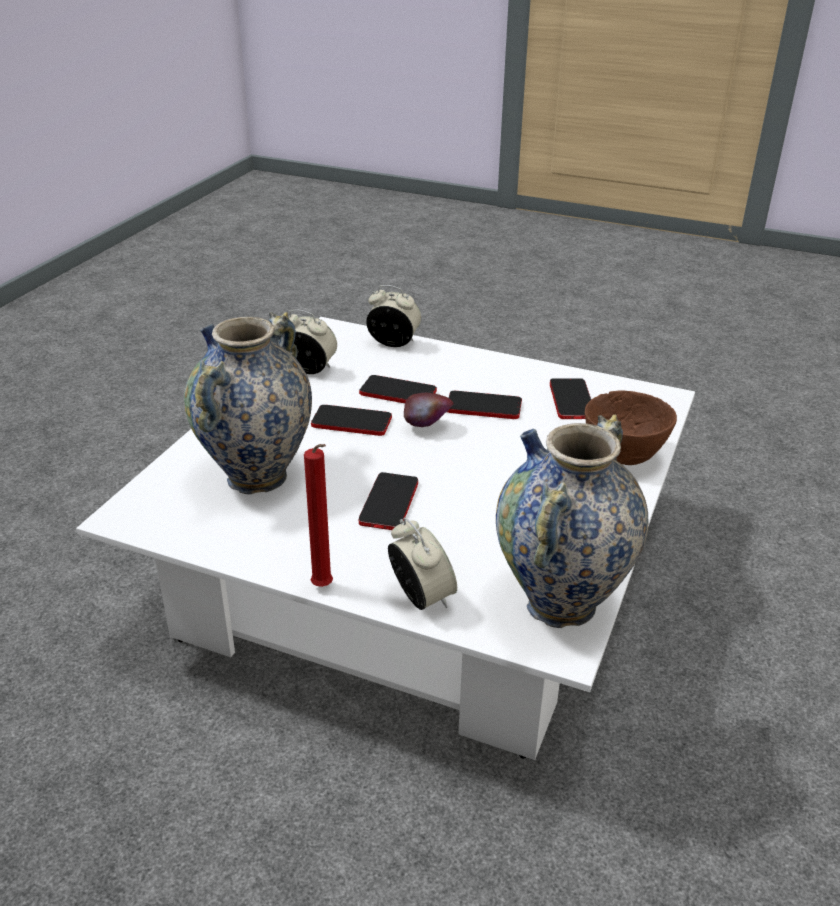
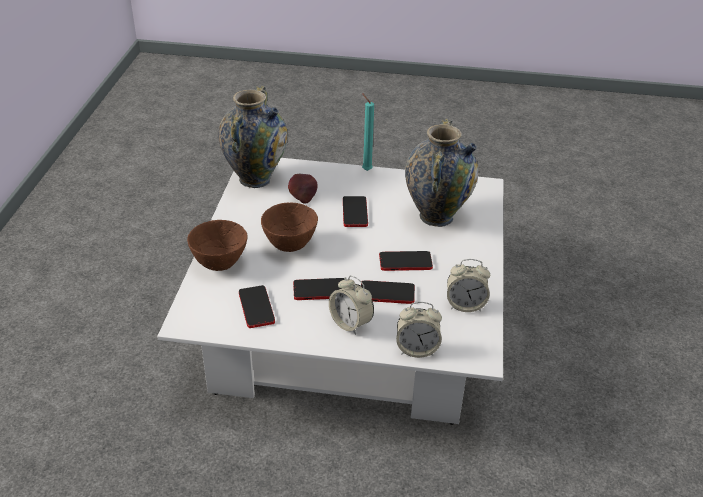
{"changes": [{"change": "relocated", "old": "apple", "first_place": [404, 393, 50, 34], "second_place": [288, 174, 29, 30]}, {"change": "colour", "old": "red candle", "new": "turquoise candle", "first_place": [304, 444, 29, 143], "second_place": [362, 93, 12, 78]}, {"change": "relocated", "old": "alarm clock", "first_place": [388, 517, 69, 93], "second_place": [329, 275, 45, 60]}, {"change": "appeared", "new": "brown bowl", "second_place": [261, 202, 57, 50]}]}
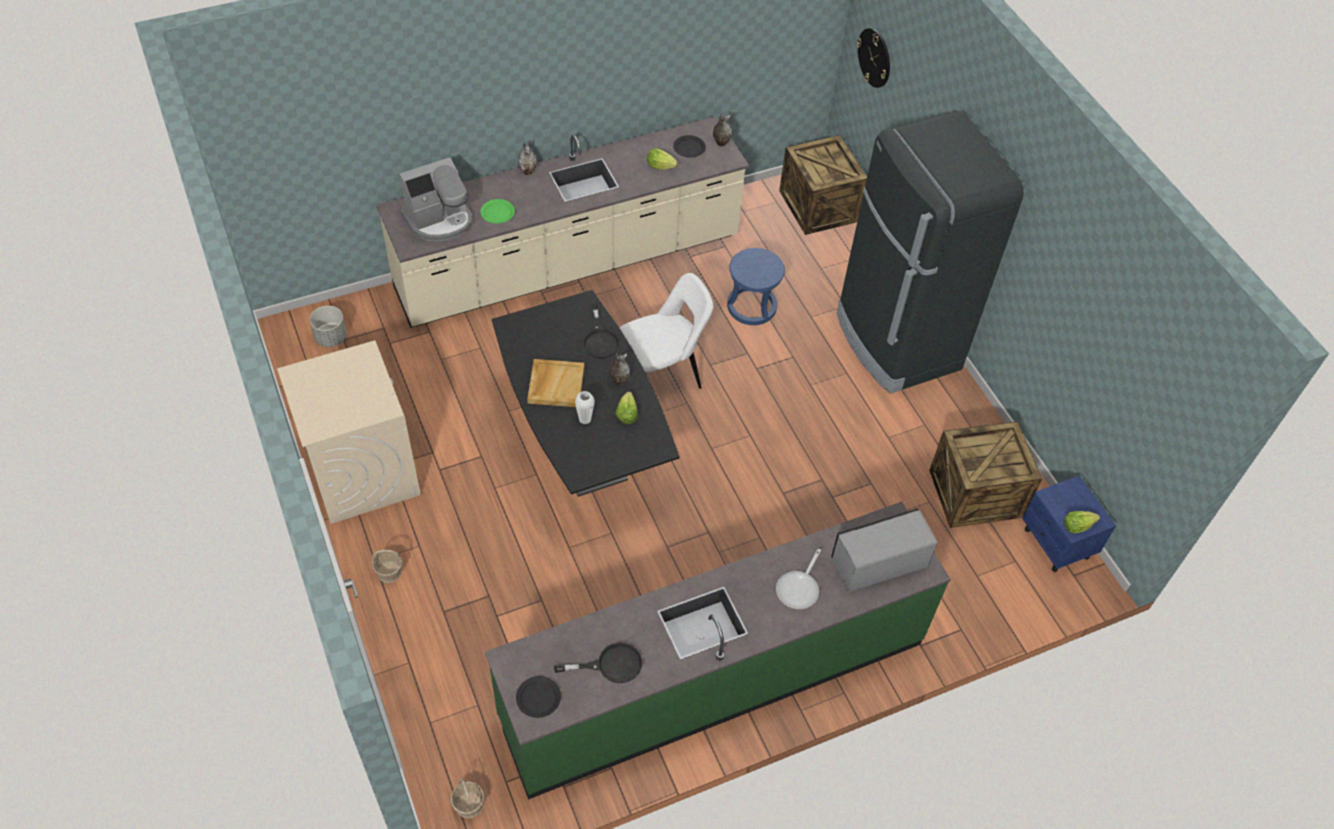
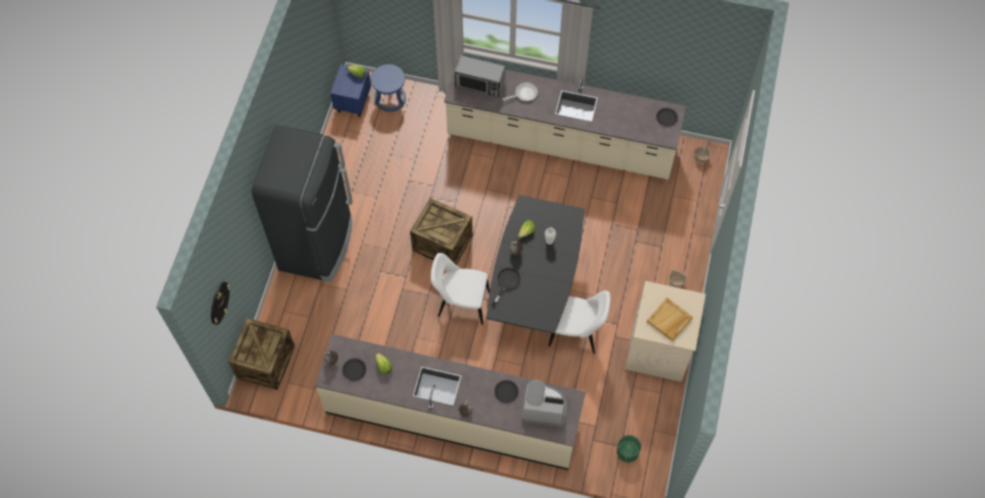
{"changes": [{"change": "colour", "old": "green plate", "new": "black plate", "first_place": [480, 199, 35, 24], "second_place": [494, 380, 25, 23]}, {"change": "relocated", "old": "blue stool", "first_place": [727, 248, 58, 77], "second_place": [370, 64, 36, 48]}, {"change": "colour", "old": "grey planter", "new": "green planter", "first_place": [310, 306, 37, 41], "second_place": [617, 435, 24, 28]}, {"change": "relocated", "old": "beige tray", "first_place": [527, 359, 57, 48], "second_place": [647, 298, 46, 43]}, {"change": "relocated", "old": "crate", "first_place": [929, 421, 113, 107], "second_place": [410, 198, 63, 66]}, {"change": "colour", "old": "green counter", "new": "beige counter", "first_place": [485, 502, 466, 298], "second_place": [444, 60, 242, 120]}, {"change": "missing", "old": "black frying pan", "first_place": [554, 642, 89, 41]}, {"change": "appeared", "new": "white chair", "second_place": [548, 291, 63, 63]}]}
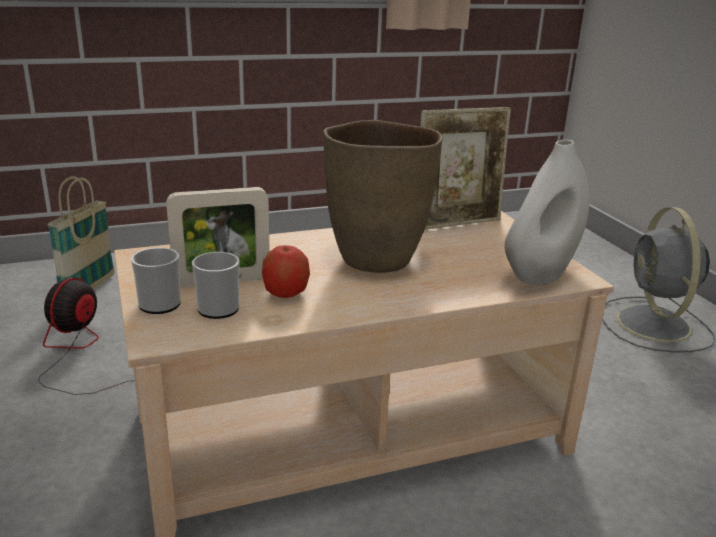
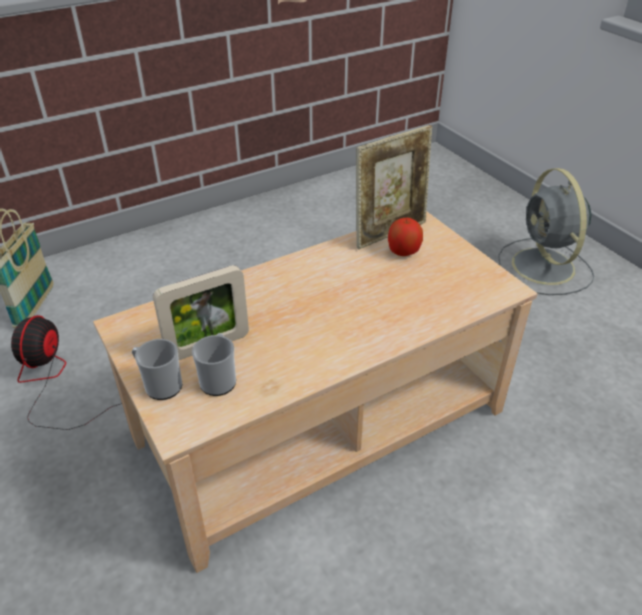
{"changes": [{"change": "missing", "old": "brown vase", "first_place": [323, 120, 120, 153]}, {"change": "missing", "old": "white vase", "first_place": [504, 139, 85, 146]}, {"change": "relocated", "old": "apple", "first_place": [262, 245, 48, 53], "second_place": [388, 218, 35, 38]}]}
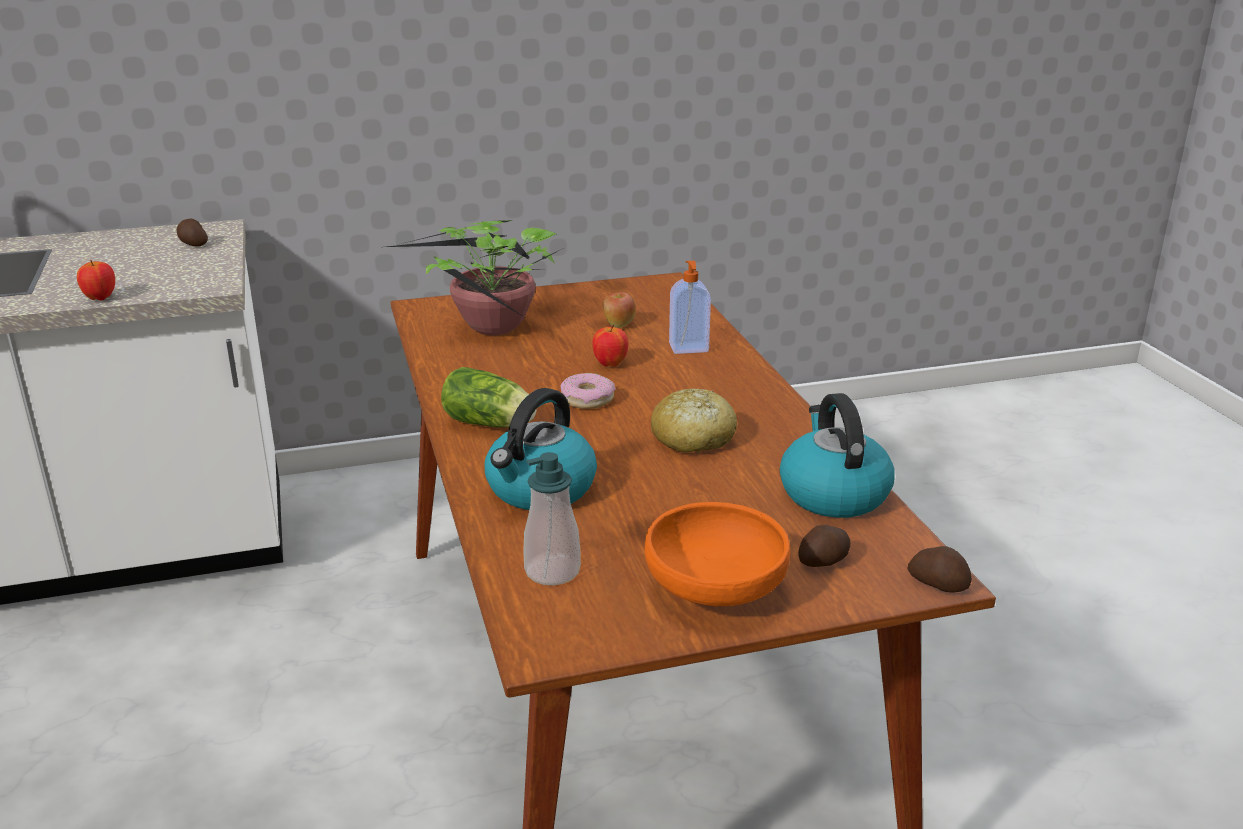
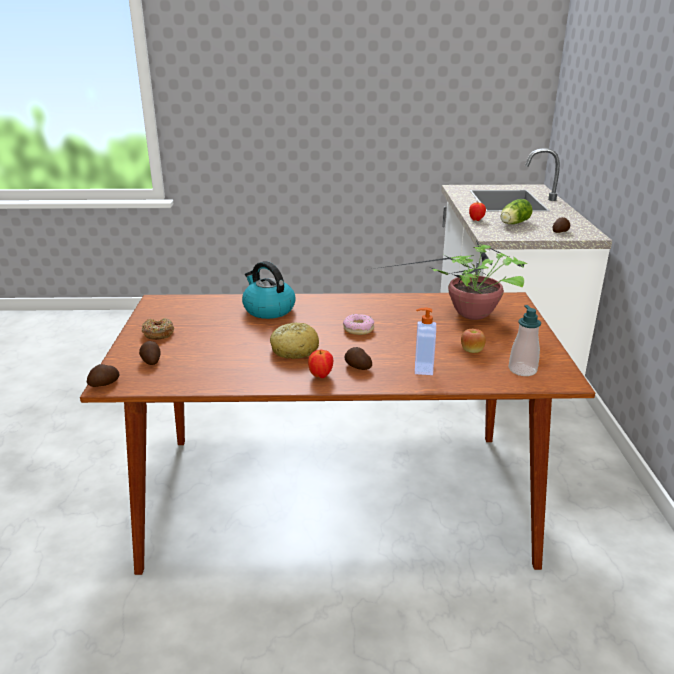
{"changes": [{"change": "relocated", "old": "apple", "first_place": [592, 325, 36, 42], "second_place": [308, 350, 25, 28]}, {"change": "relocated", "old": "lettuce", "first_place": [441, 367, 96, 60], "second_place": [501, 199, 31, 25]}, {"change": "missing", "old": "kettle", "first_place": [780, 393, 115, 125]}, {"change": "relocated", "old": "soap dispenser", "first_place": [523, 452, 58, 134], "second_place": [509, 305, 32, 71]}, {"change": "exchanged", "old": "orange bowl", "new": "donut", "first_place": [645, 502, 145, 104], "second_place": [142, 318, 32, 22]}, {"change": "appeared", "new": "potato", "second_place": [344, 347, 28, 23]}]}
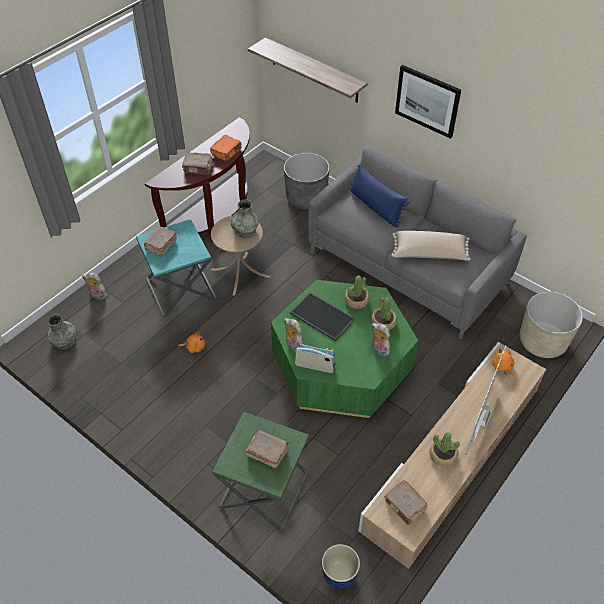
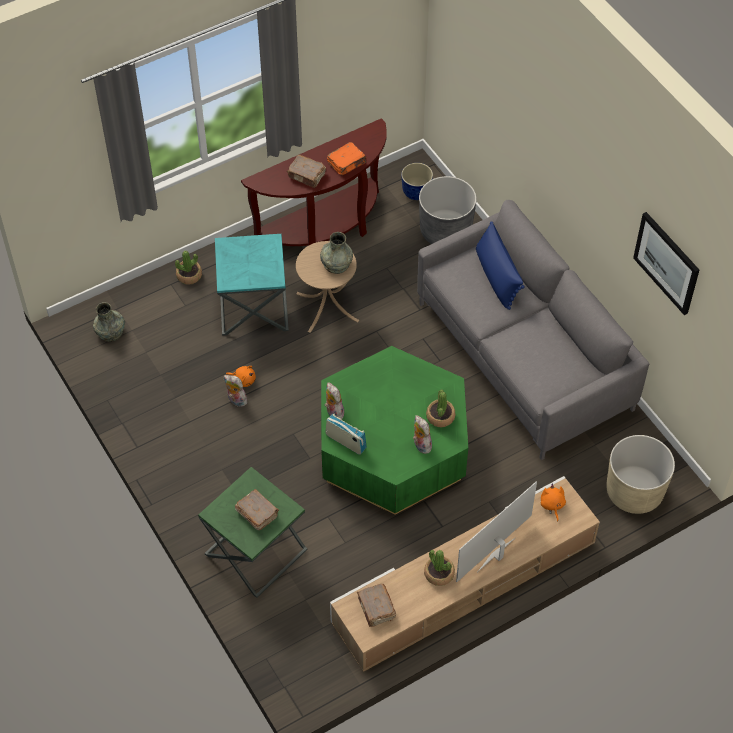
{"changes": [{"change": "missing", "old": "shelf", "first_place": [248, 37, 120, 66]}, {"change": "relocated", "old": "picture", "first_place": [395, 65, 66, 74], "second_place": [633, 212, 66, 103]}, {"change": "missing", "old": "brown book", "first_place": [144, 226, 33, 31]}, {"change": "missing", "old": "beige pillow", "first_place": [391, 231, 79, 30]}, {"change": "relocated", "old": "plush toy", "first_place": [82, 273, 25, 27], "second_place": [224, 375, 23, 32]}, {"change": "relocated", "old": "potted plant", "first_place": [344, 276, 26, 33], "second_place": [175, 250, 27, 35]}, {"change": "missing", "old": "tray", "first_place": [290, 292, 65, 49]}, {"change": "relocated", "old": "planter", "first_place": [322, 544, 38, 45], "second_place": [401, 163, 32, 37]}]}
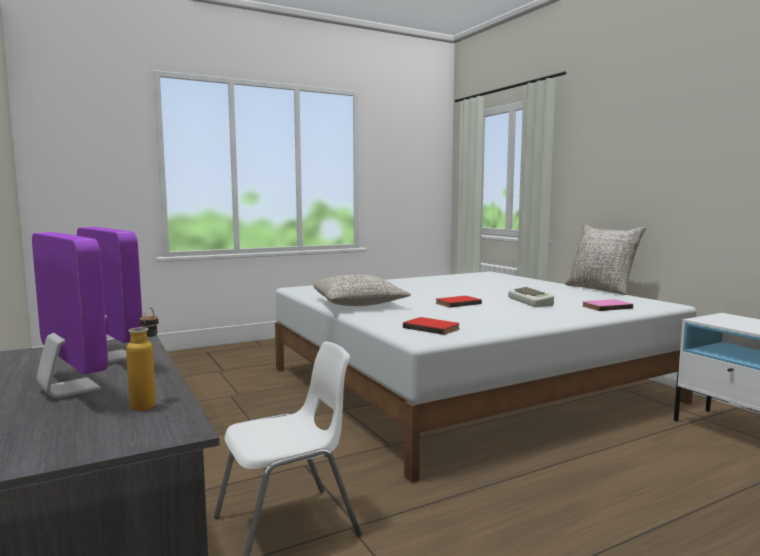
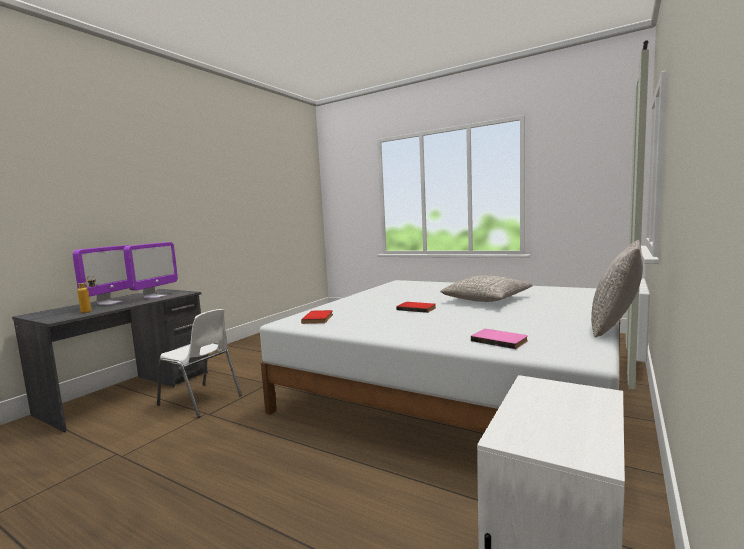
{"changes": [{"change": "relocated", "old": "grey pillow", "first_place": [313, 275, 98, 31], "second_place": [440, 276, 93, 26]}, {"change": "missing", "old": "keyboard", "first_place": [508, 287, 46, 20]}]}
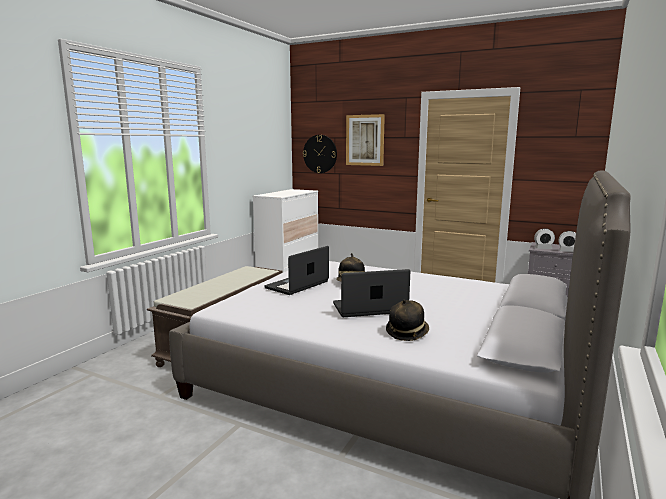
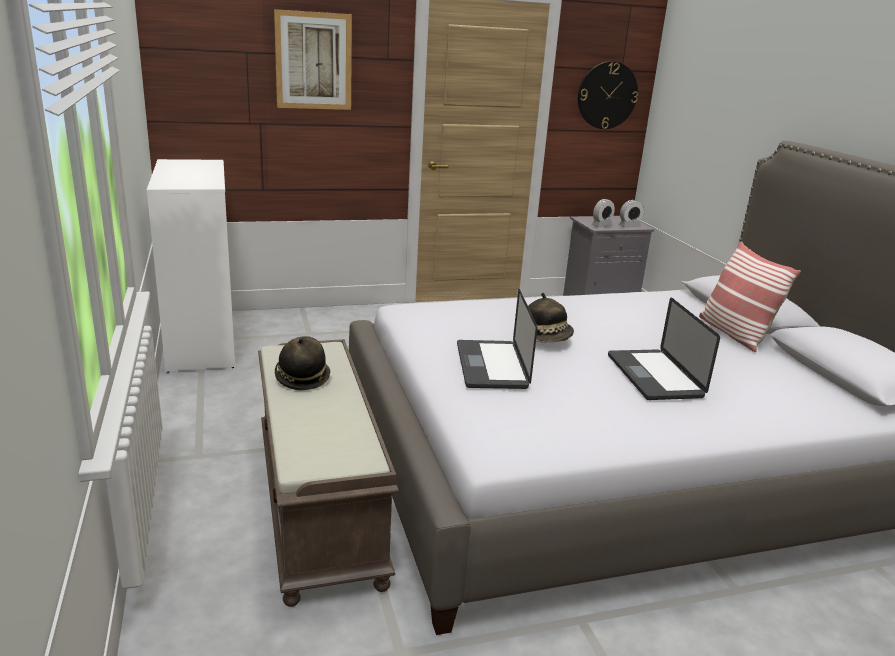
{"changes": [{"change": "relocated", "old": "wall clock", "first_place": [303, 135, 34, 38], "second_place": [578, 61, 60, 68]}, {"change": "spun", "old": "laptop", "first_place": [333, 269, 77, 48], "second_place": [608, 297, 112, 103], "degrees": -45}, {"change": "relocated", "old": "hat", "first_place": [386, 299, 43, 42], "second_place": [275, 336, 56, 54]}, {"change": "appeared", "new": "pillow", "second_place": [699, 242, 102, 110]}]}
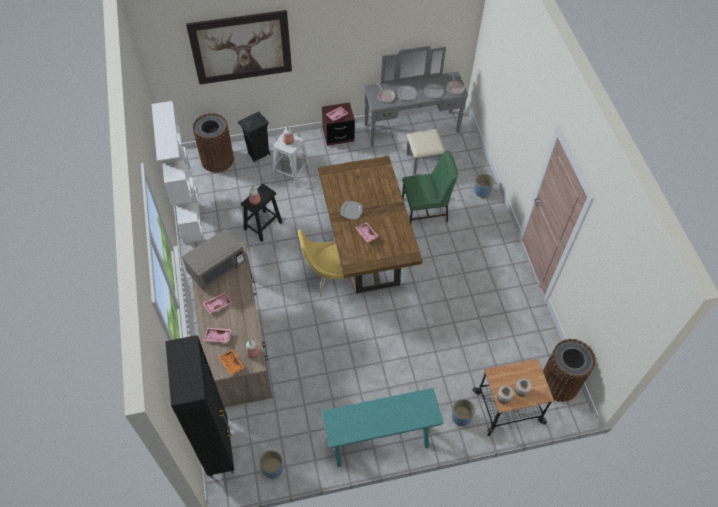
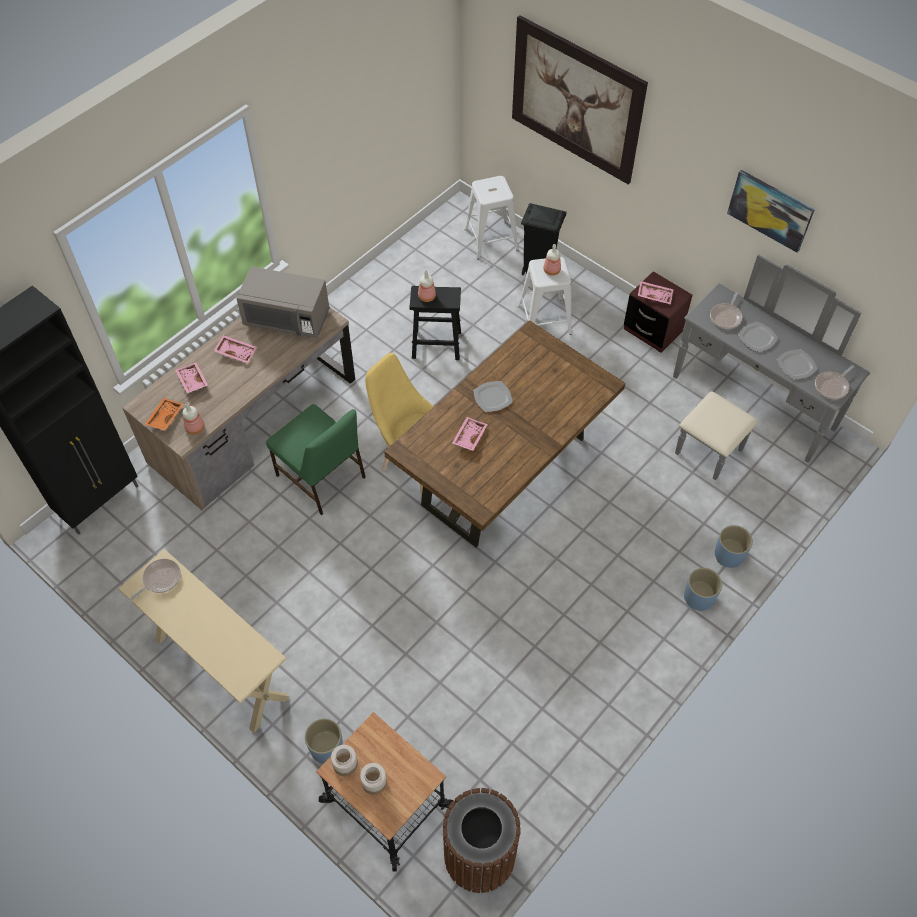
{"changes": [{"change": "missing", "old": "white bookcase", "first_place": [152, 101, 51, 142]}, {"change": "exchanged", "old": "brown trash can", "new": "white stool", "first_place": [193, 113, 41, 60], "second_place": [464, 176, 55, 84]}, {"change": "relocated", "old": "green chair", "first_place": [402, 151, 56, 72], "second_place": [266, 404, 100, 111]}, {"change": "colour", "old": "turquoise console table", "new": "beige console table", "first_place": [322, 388, 122, 79], "second_place": [118, 549, 172, 184]}, {"change": "relocated", "old": "blue planter", "first_place": [259, 450, 24, 28], "second_place": [684, 568, 38, 43]}, {"change": "appeared", "new": "picture", "second_place": [727, 170, 88, 83]}, {"change": "appeared", "new": "frying pan", "second_place": [128, 559, 53, 43]}]}
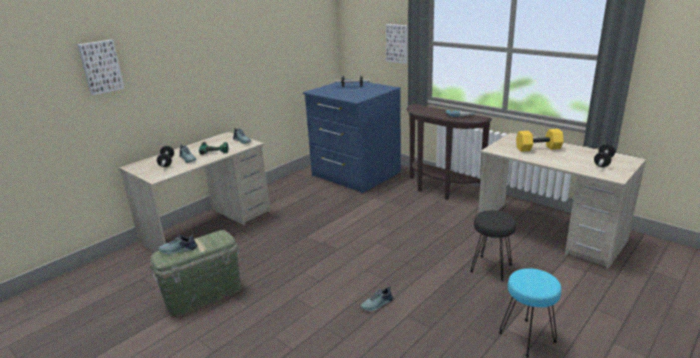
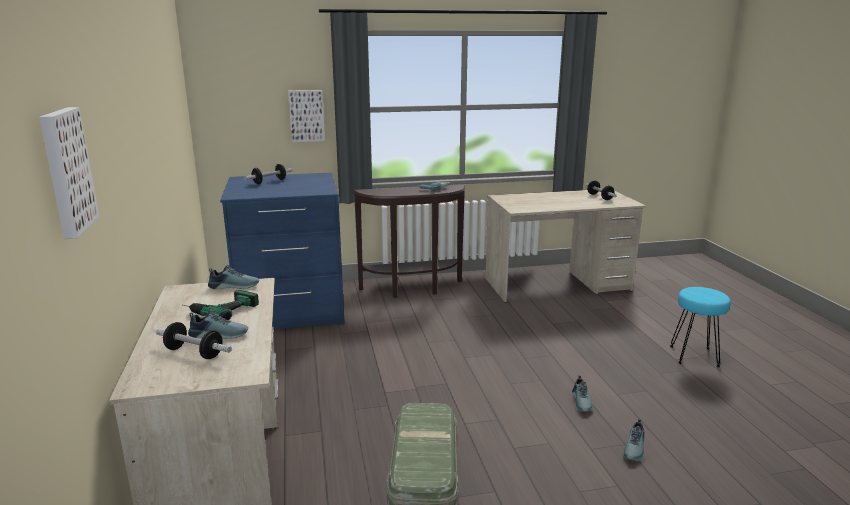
{"changes": [{"change": "missing", "old": "yellow dumbbell", "first_place": [516, 129, 48, 23]}, {"change": "missing", "old": "black stool", "first_place": [470, 210, 46, 71]}, {"change": "relocated", "old": "shoe", "first_place": [159, 234, 39, 20], "second_place": [623, 419, 21, 42]}]}
